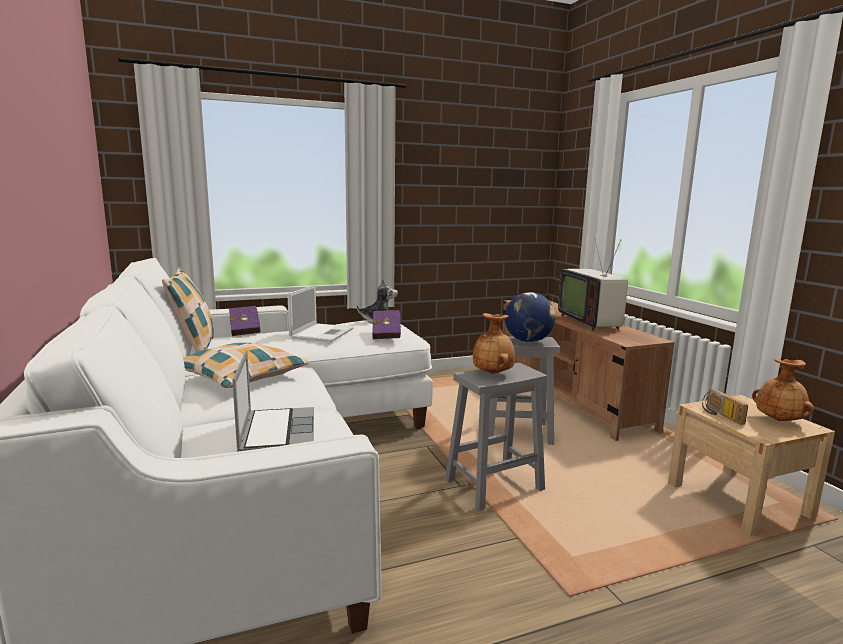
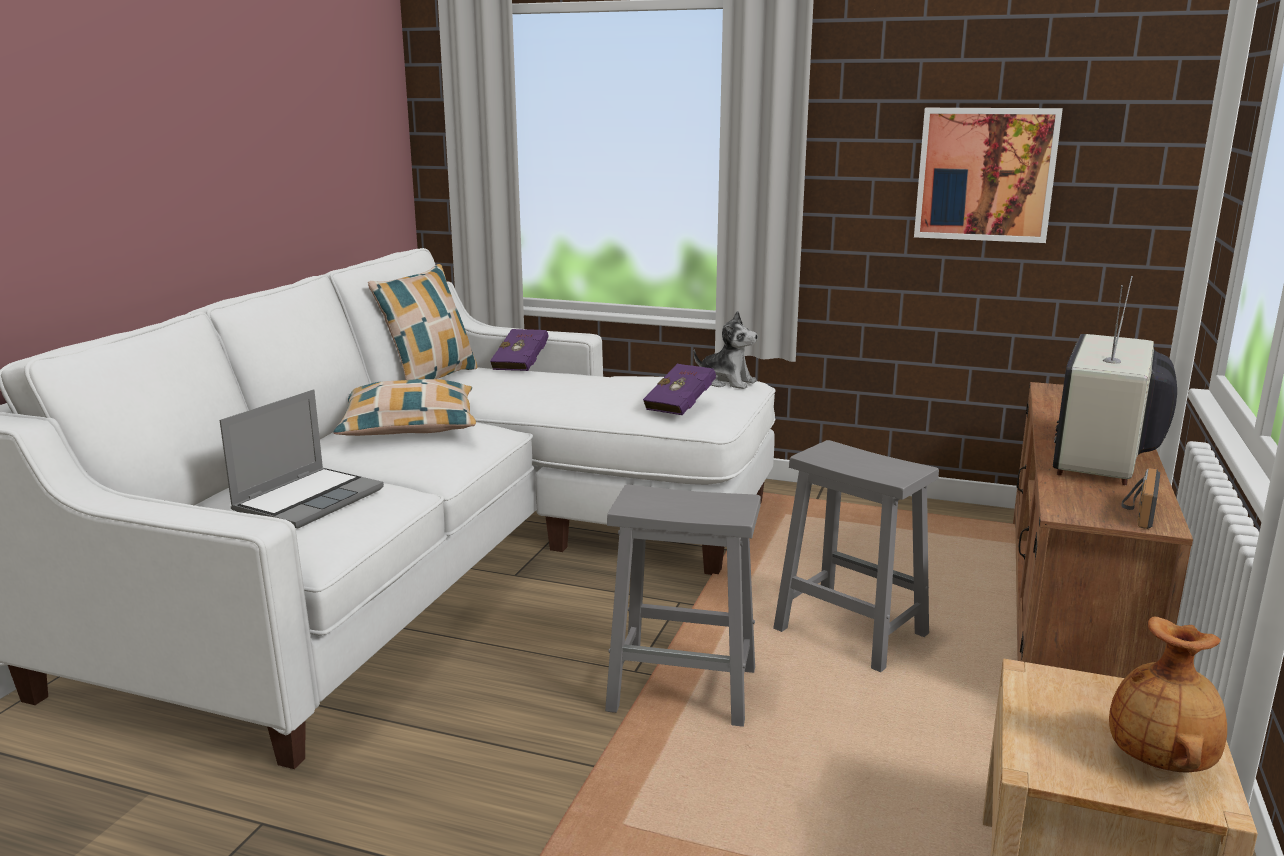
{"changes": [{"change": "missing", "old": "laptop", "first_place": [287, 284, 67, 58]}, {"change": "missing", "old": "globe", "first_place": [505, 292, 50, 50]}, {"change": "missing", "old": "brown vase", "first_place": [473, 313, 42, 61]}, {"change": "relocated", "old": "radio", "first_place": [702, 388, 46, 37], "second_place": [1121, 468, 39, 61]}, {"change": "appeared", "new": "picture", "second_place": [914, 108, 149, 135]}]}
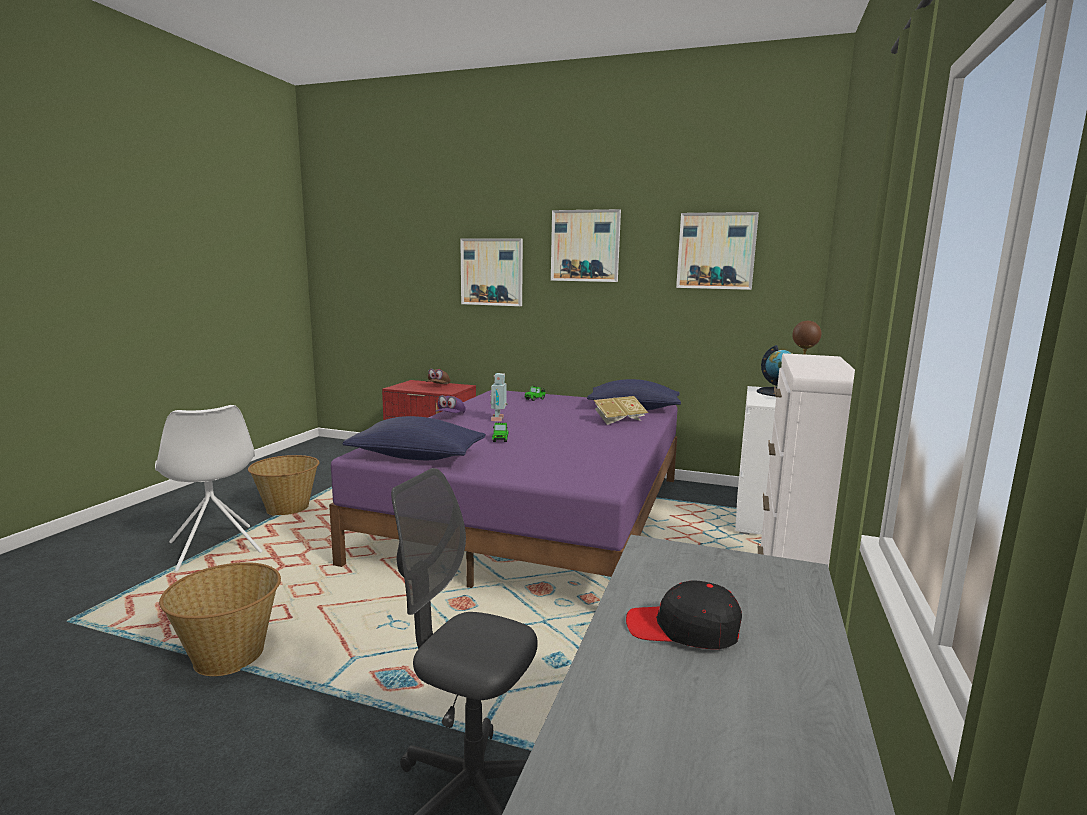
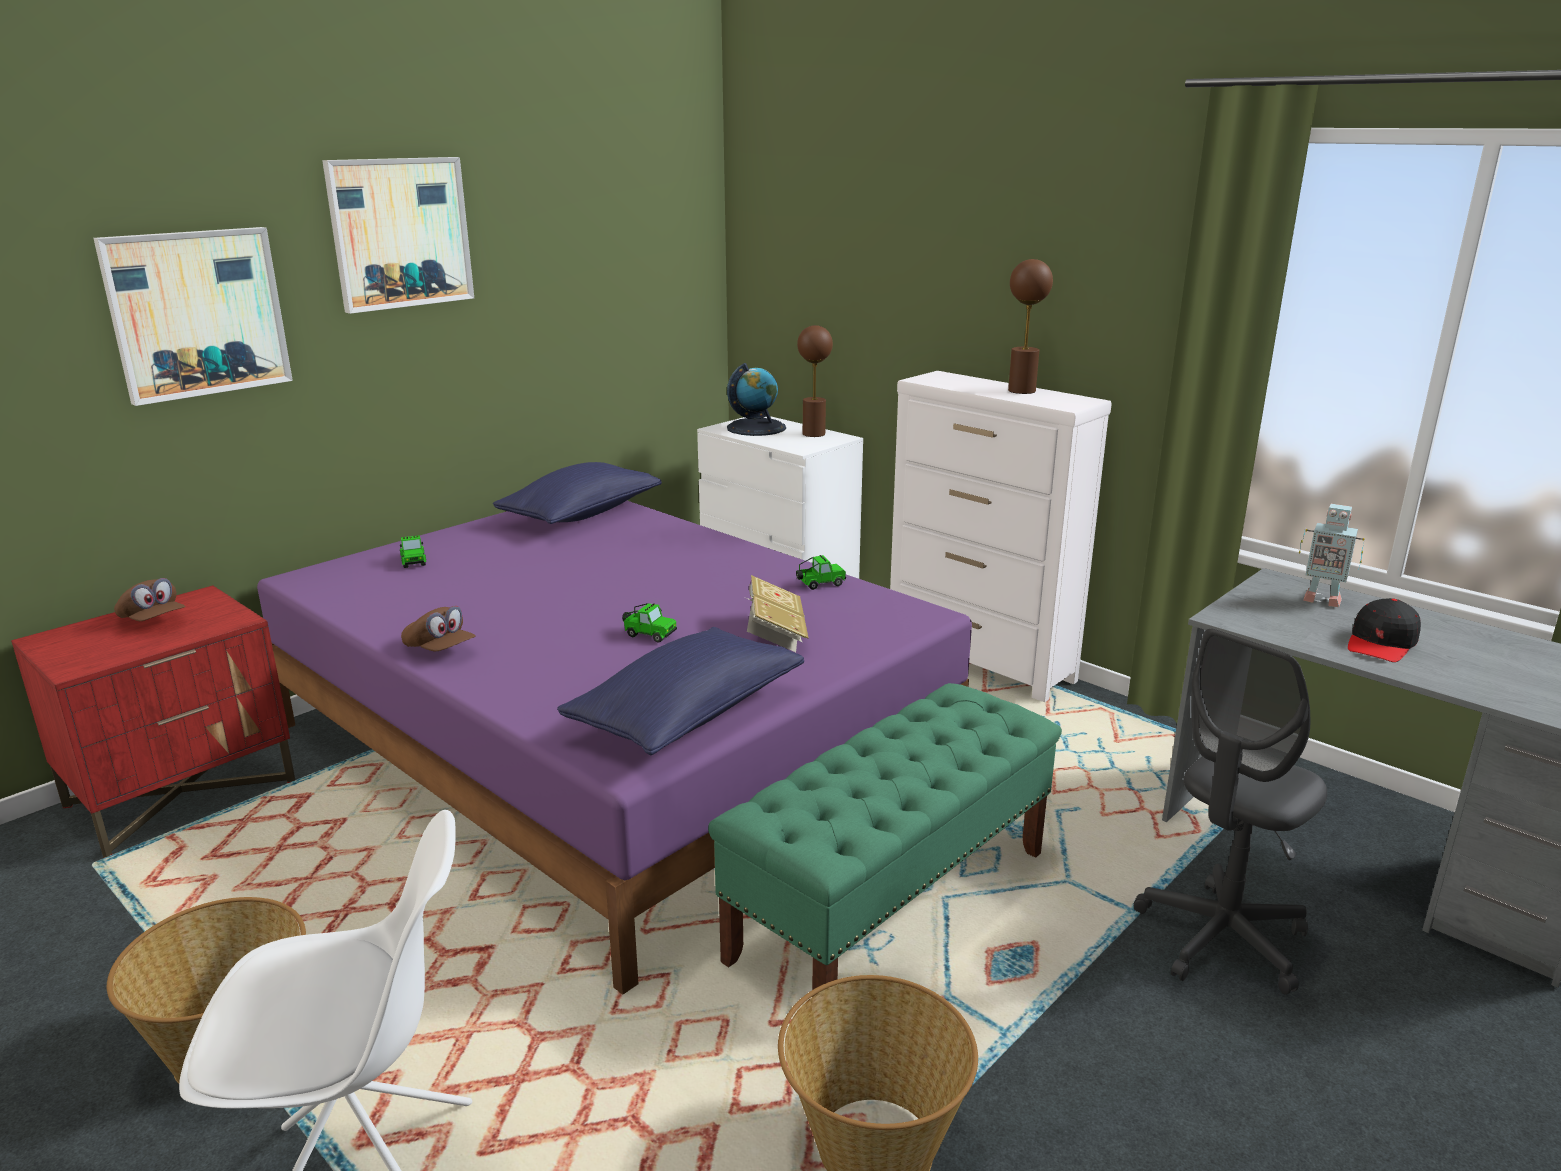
{"changes": [{"change": "missing", "old": "picture", "first_place": [676, 212, 83, 78]}, {"change": "relocated", "old": "toy robot", "first_place": [490, 373, 18, 48], "second_place": [1299, 504, 66, 103]}, {"change": "colour", "old": "purple cap", "new": "brown cap", "first_place": [435, 395, 31, 18], "second_place": [401, 606, 75, 45]}, {"change": "relocated", "old": "book", "first_place": [594, 396, 54, 29], "second_place": [745, 575, 64, 77]}, {"change": "appeared", "new": "brown table lamp", "second_place": [1008, 259, 45, 135]}, {"change": "appeared", "new": "toy car", "second_place": [796, 555, 50, 35]}, {"change": "appeared", "new": "green bench", "second_place": [708, 683, 354, 314]}]}
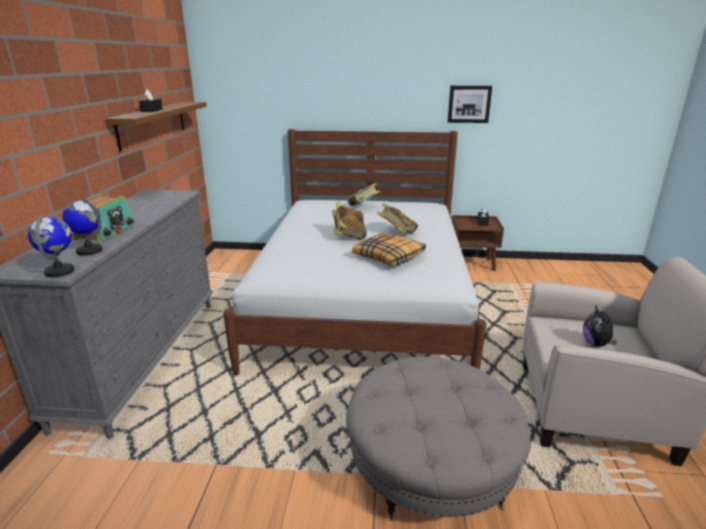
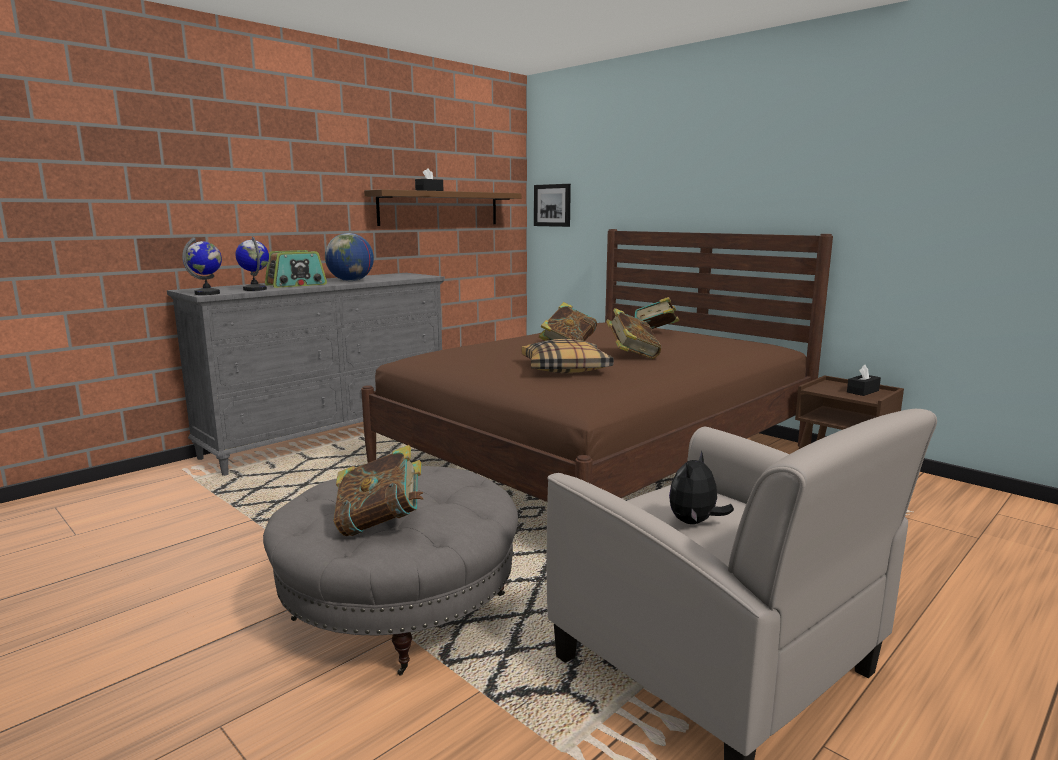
{"changes": [{"change": "relocated", "old": "picture", "first_place": [448, 86, 44, 37], "second_place": [534, 184, 37, 43]}, {"change": "colour", "old": "white bed", "new": "brown bed", "first_place": [223, 129, 264, 247], "second_place": [361, 229, 472, 273]}, {"change": "appeared", "new": "globe", "second_place": [325, 233, 49, 48]}, {"change": "appeared", "new": "book", "second_place": [333, 445, 91, 91]}]}
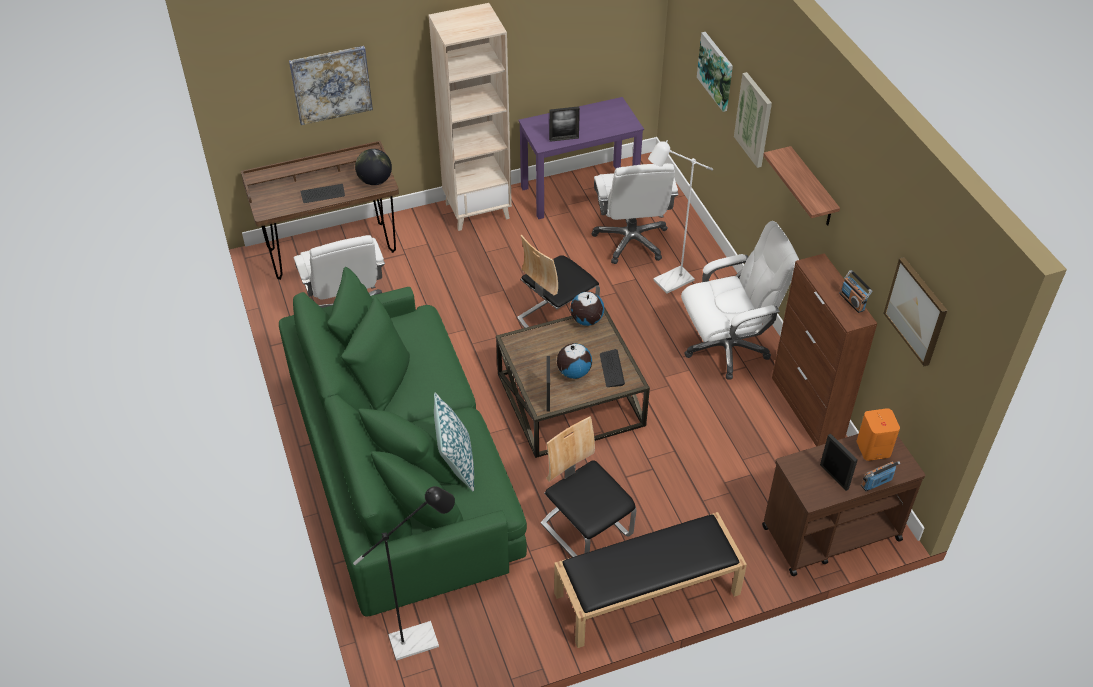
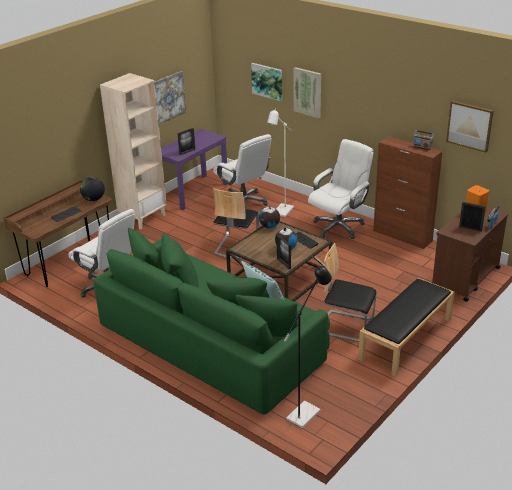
{"changes": [{"change": "relocated", "old": "picture", "first_place": [289, 46, 84, 79], "second_place": [155, 71, 31, 54]}, {"change": "missing", "old": "shelf", "first_place": [763, 146, 77, 80]}]}
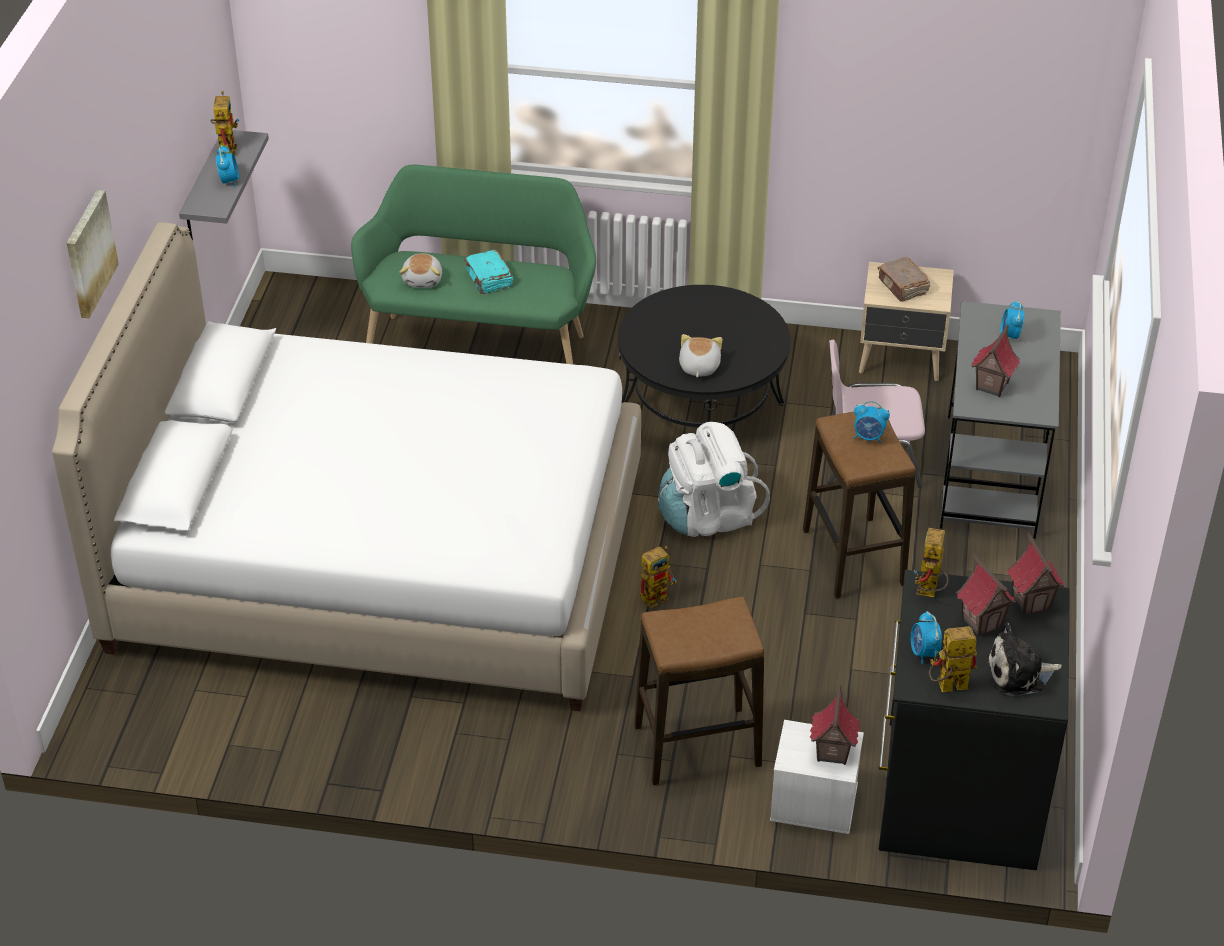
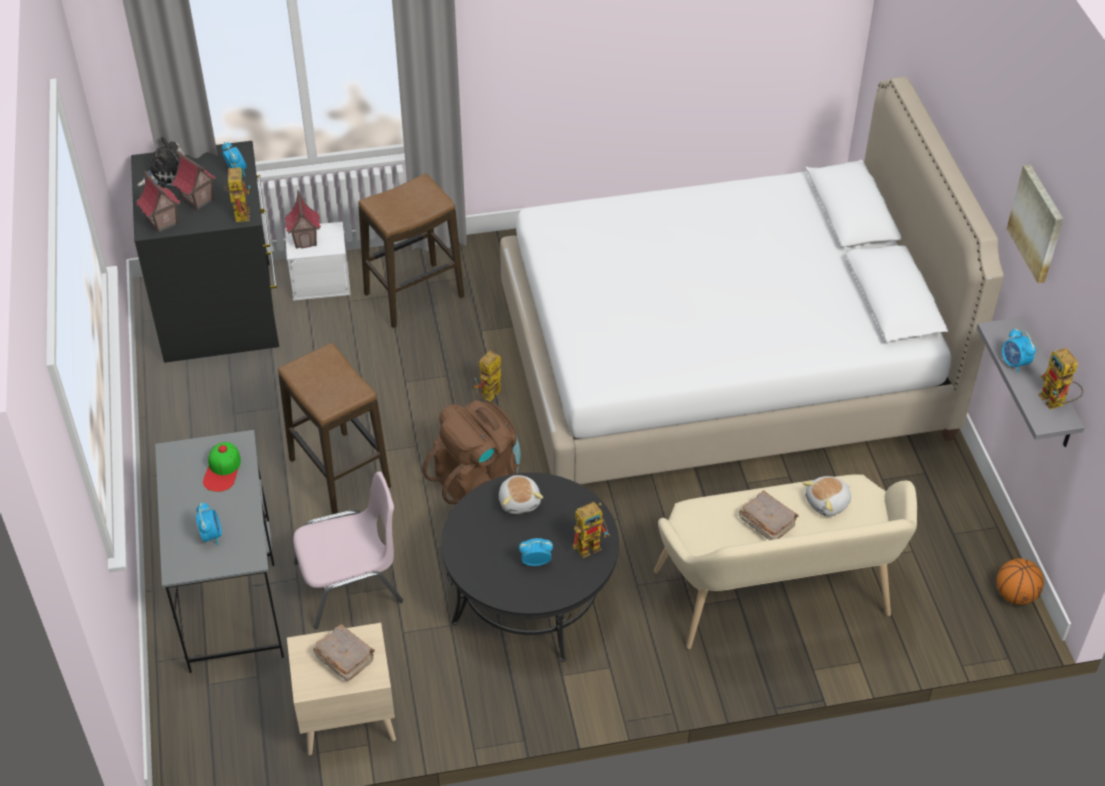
{"changes": [{"change": "colour", "old": "green bench", "new": "beige bench", "first_place": [351, 165, 245, 199], "second_place": [654, 474, 263, 175]}, {"change": "relocated", "old": "picture", "first_place": [67, 190, 52, 129], "second_place": [1007, 164, 56, 119]}, {"change": "colour", "old": "turquoise book", "new": "brown book", "first_place": [464, 250, 49, 44], "second_place": [739, 491, 60, 49]}, {"change": "spun", "old": "plush toy", "first_place": [400, 253, 42, 35], "second_place": [802, 476, 49, 40], "degrees": -105}, {"change": "exchanged", "old": "toy house", "new": "cap", "first_place": [971, 324, 49, 73], "second_place": [203, 442, 38, 50]}, {"change": "relocated", "old": "alarm clock", "first_place": [854, 401, 36, 42], "second_place": [519, 538, 34, 28]}, {"change": "colour", "old": "white backpack", "new": "brown backpack", "first_place": [658, 422, 112, 115], "second_place": [423, 400, 98, 104]}, {"change": "relocated", "old": "toy robot", "first_place": [929, 626, 48, 66], "second_place": [572, 502, 38, 56]}, {"change": "appeared", "new": "basketball", "second_place": [996, 559, 48, 46]}]}
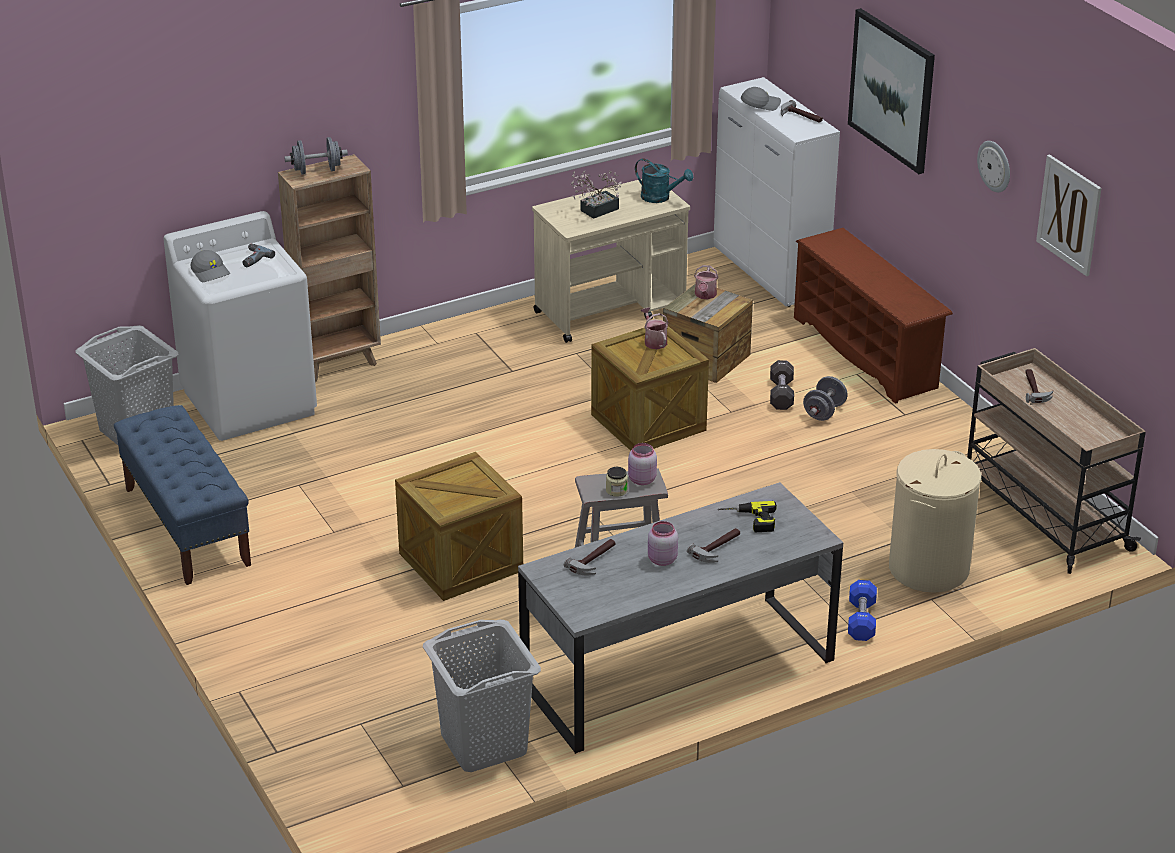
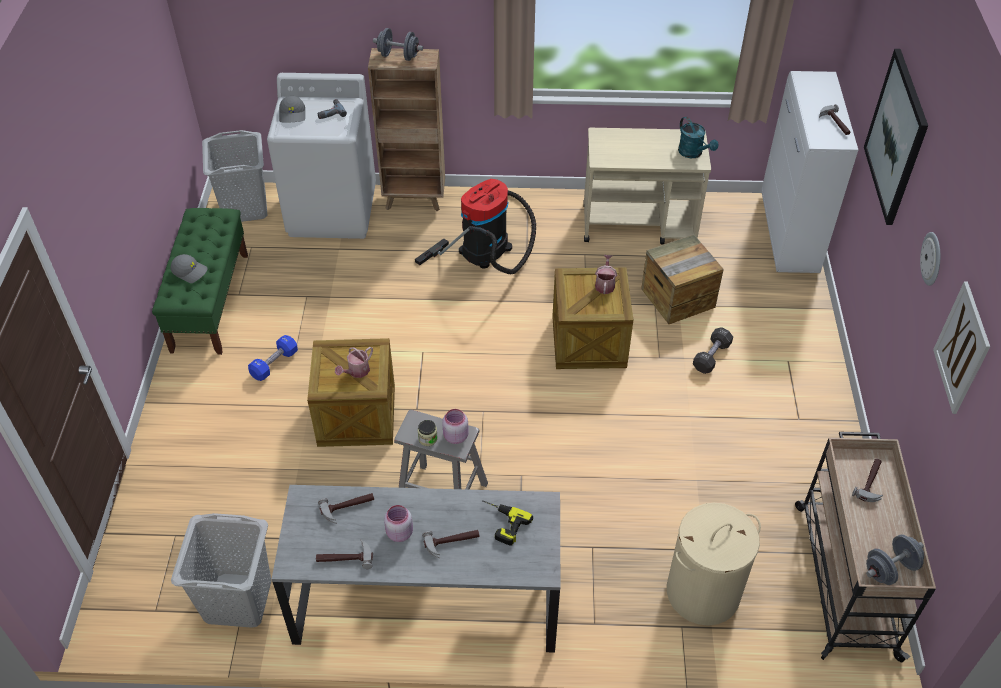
{"changes": [{"change": "relocated", "old": "grey cap", "first_place": [741, 87, 40, 24], "second_place": [170, 254, 38, 29]}, {"change": "missing", "old": "potted plant", "first_place": [571, 171, 51, 48]}, {"change": "missing", "old": "brown shoe rack", "first_place": [794, 228, 159, 176]}, {"change": "relocated", "old": "watering can", "first_place": [694, 265, 25, 34], "second_place": [335, 347, 38, 31]}, {"change": "relocated", "old": "grey dumbbell", "first_place": [803, 376, 44, 45], "second_place": [866, 535, 58, 50]}, {"change": "colour", "old": "blue bench", "new": "green bench", "first_place": [114, 405, 137, 180], "second_place": [152, 208, 96, 147]}, {"change": "relocated", "old": "blue dumbbell", "first_place": [848, 580, 29, 61], "second_place": [248, 335, 50, 46]}, {"change": "appeared", "new": "vacuum cleaner", "second_place": [415, 179, 121, 95]}, {"change": "appeared", "new": "hammer", "second_place": [316, 540, 57, 29]}]}
